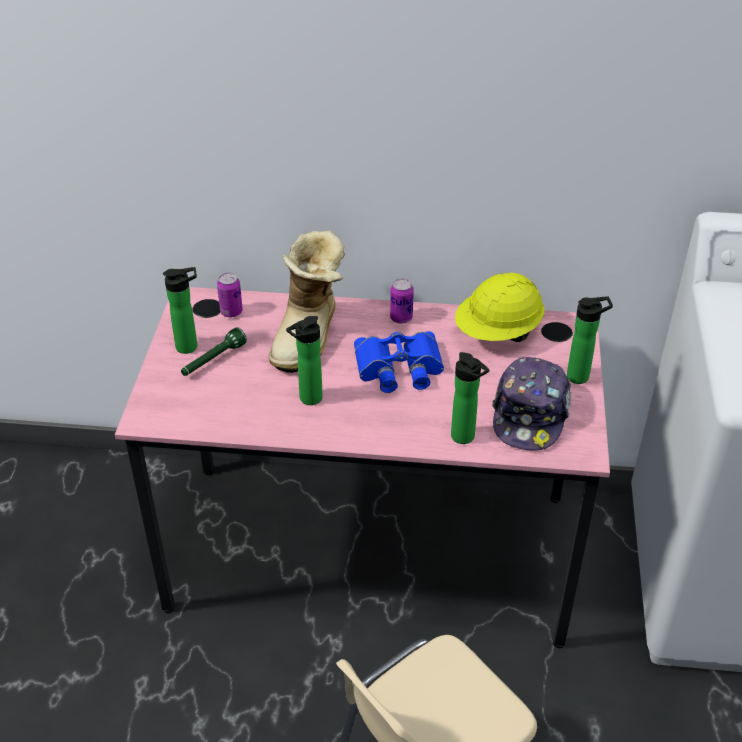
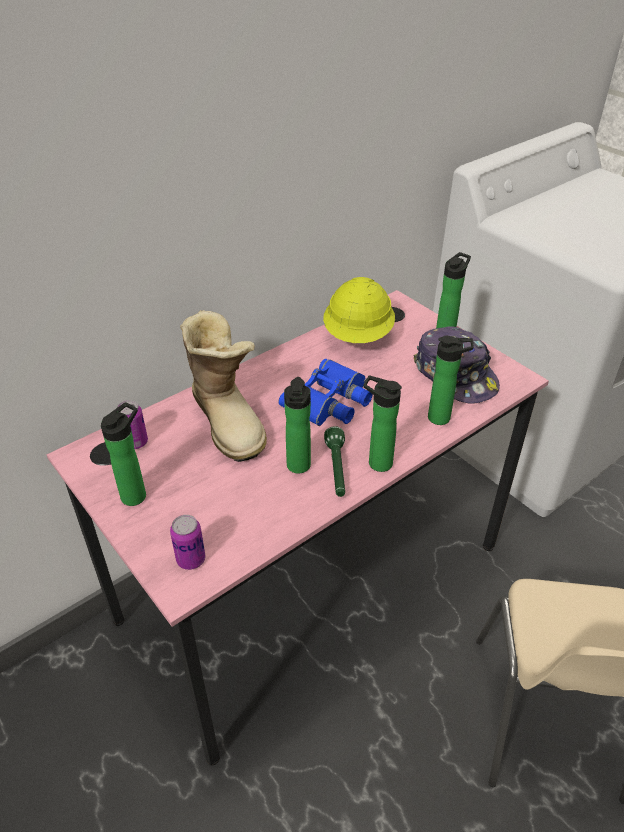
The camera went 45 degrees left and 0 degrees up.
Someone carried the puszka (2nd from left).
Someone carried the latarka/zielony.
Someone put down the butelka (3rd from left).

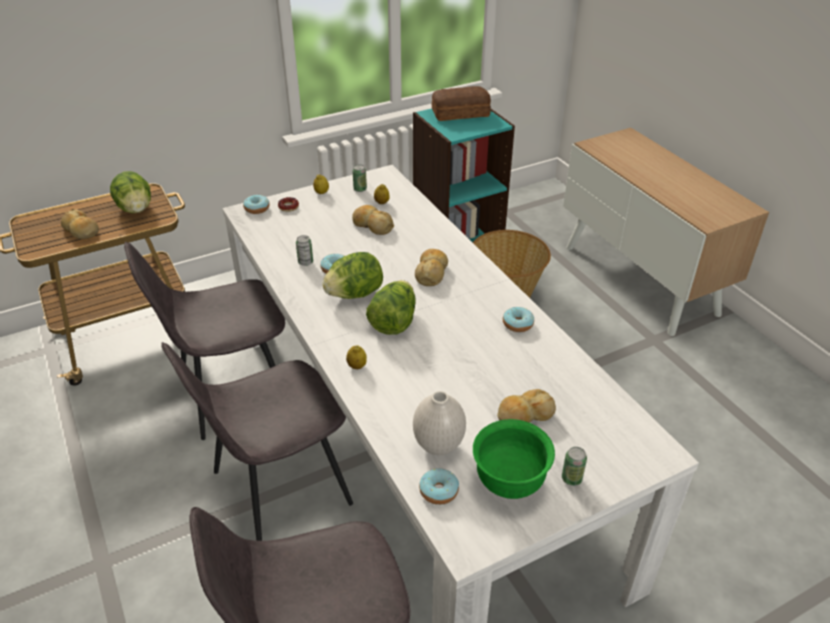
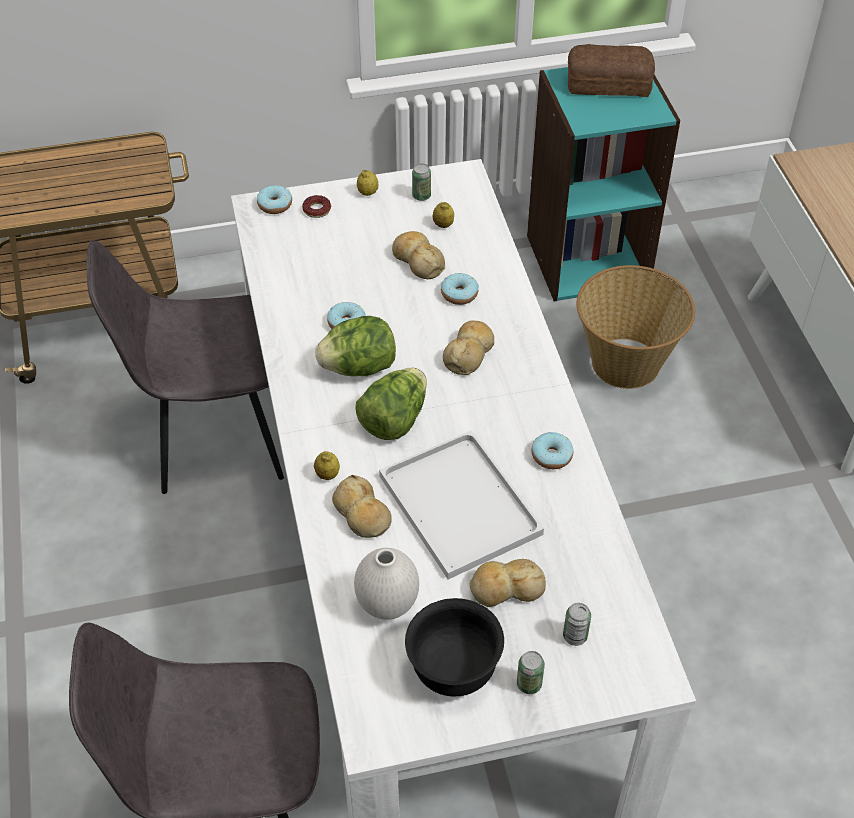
The camera went 15 degrees right and 10 degrees up.
Someone took away the sałata (1st from left).
Someone carried the chleb (1st from left).
Someone carried the puszka (1st from left in the first image).
Someone took away the krzesło/szary (2nd from left).
Someone repainted the miska/zielony, which became the miska/czarny.
Someone carried the donut (4th from left).
Someone put down the taca/biały.

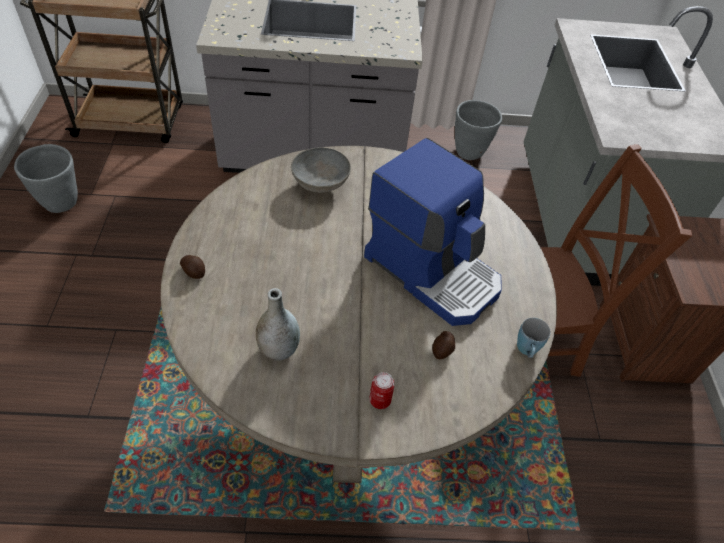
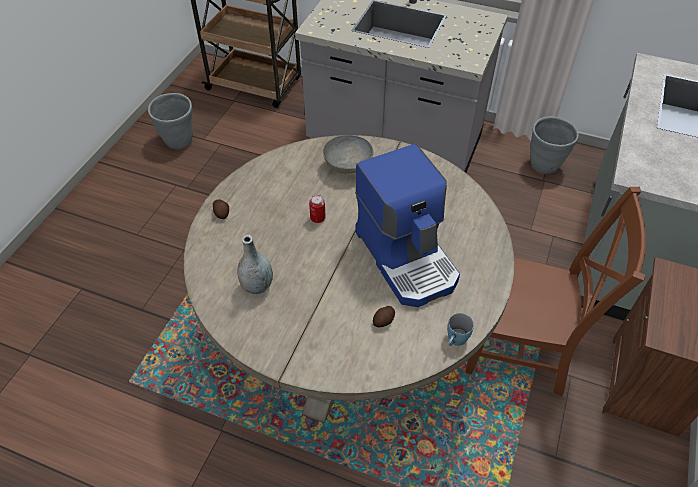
The camera went 25 degrees right and 0 degrees up.
Someone carried the puszka.

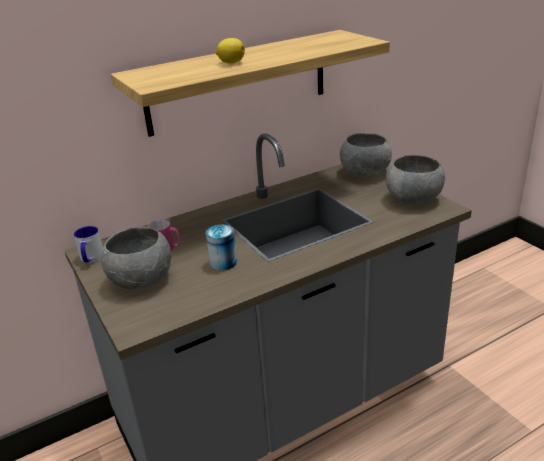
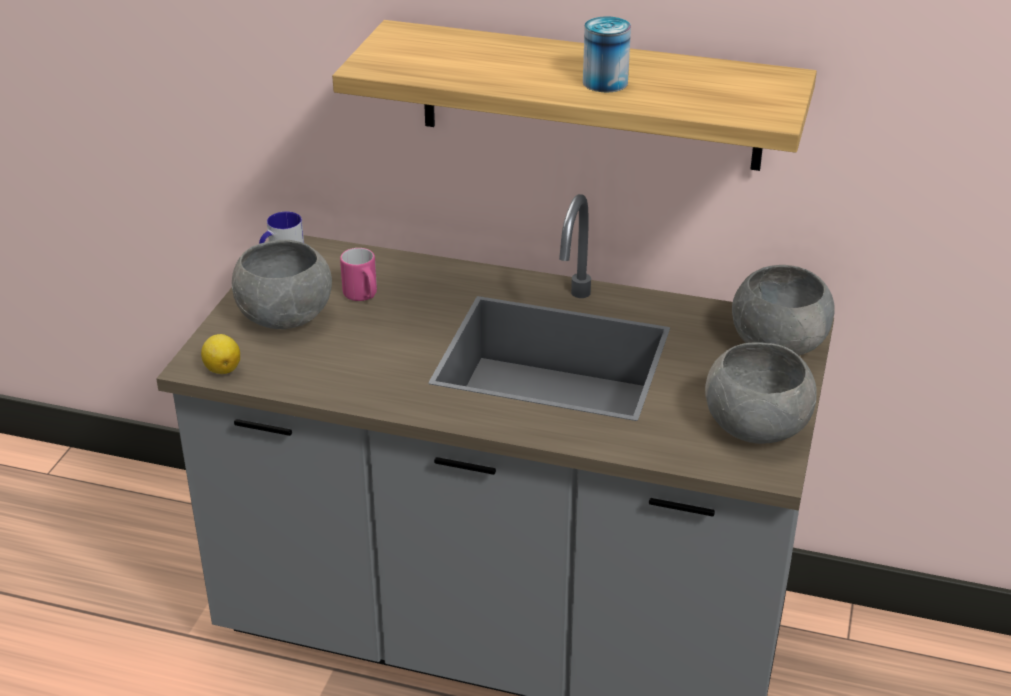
The camera went 45 degrees right and 5 degrees up.
Someone carried the cytryna.
Someone carried the puszka.

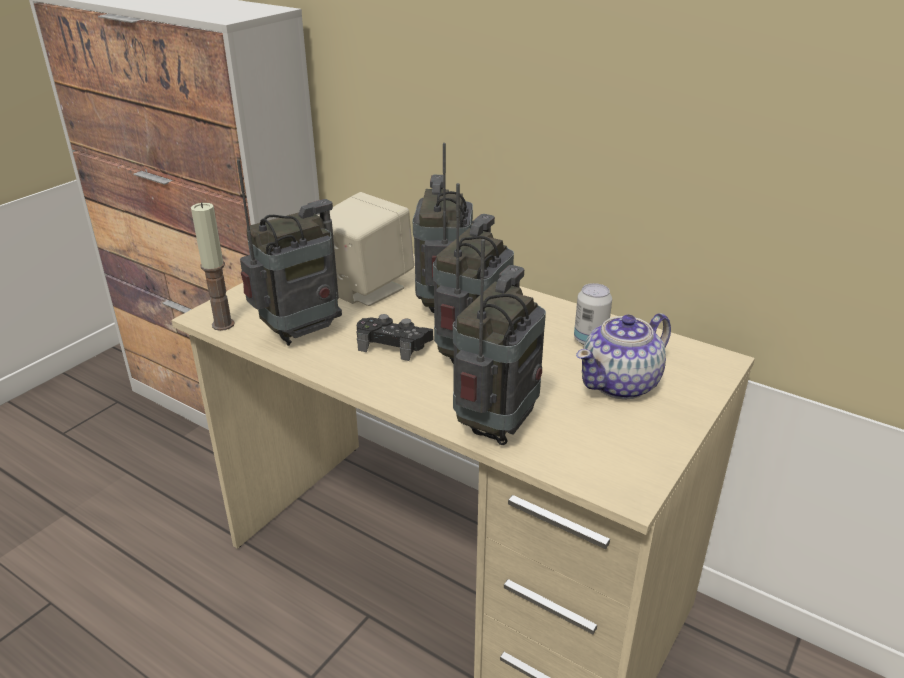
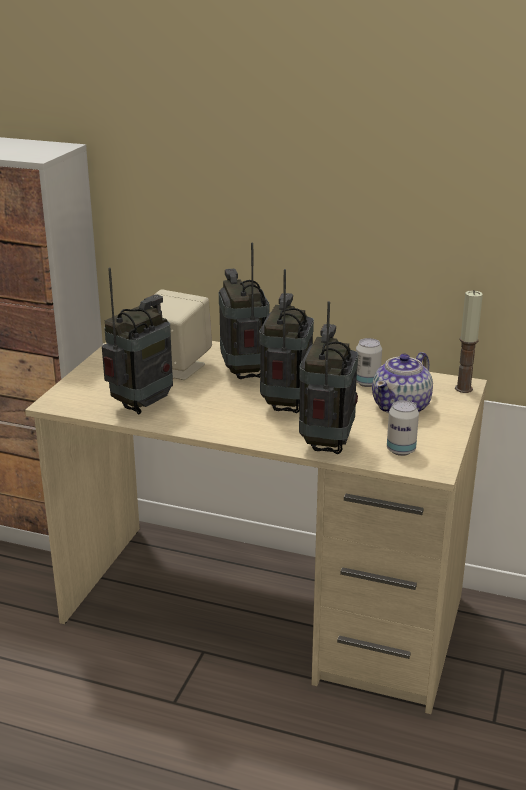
The camera went 15 degrees left and 5 degrees down.
Someone carried the świeca.
Someone took away the pad do gier/czarny.
Someone put down the puszka (2nd from left).

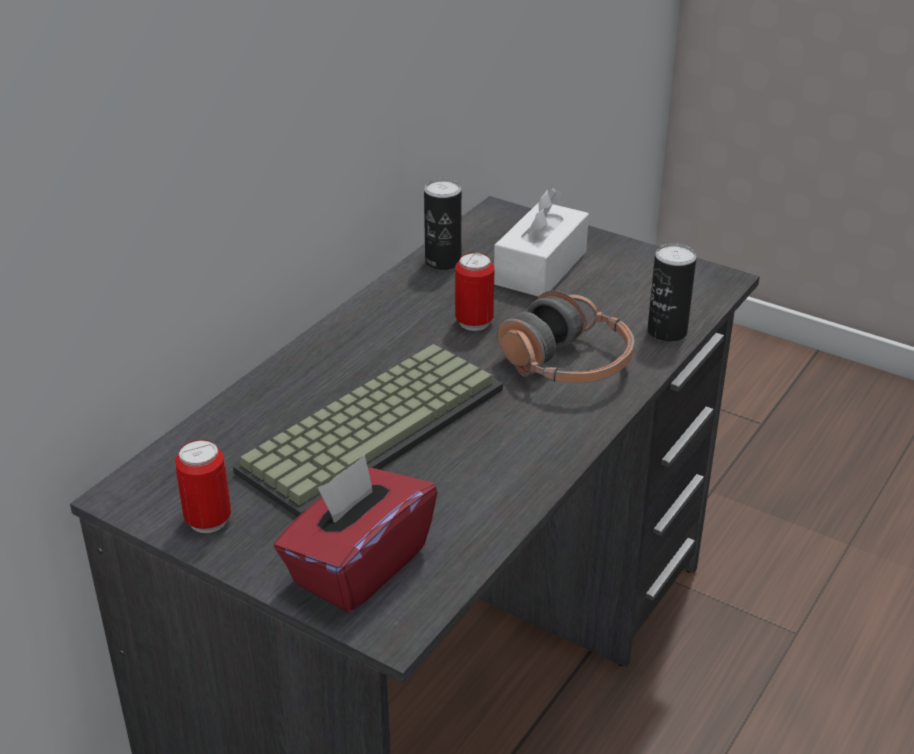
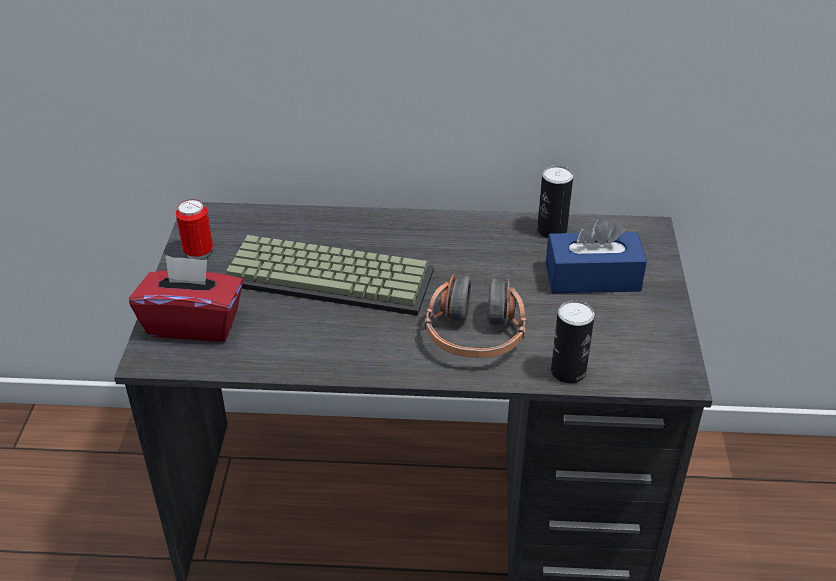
The camera went 60 degrees right and 5 degrees up.
Someone repainted the pudełko chusteczek/biały, which became the pudełko chusteczek/niebieski.
Someone took away the puszka (3rd from left).

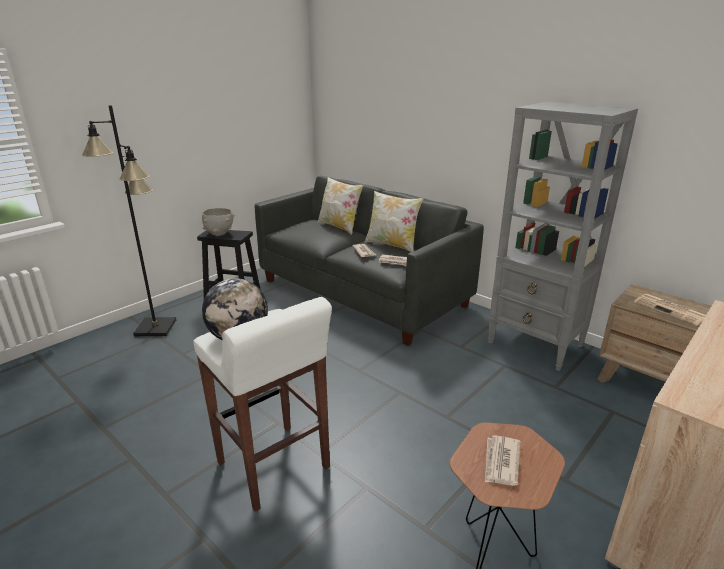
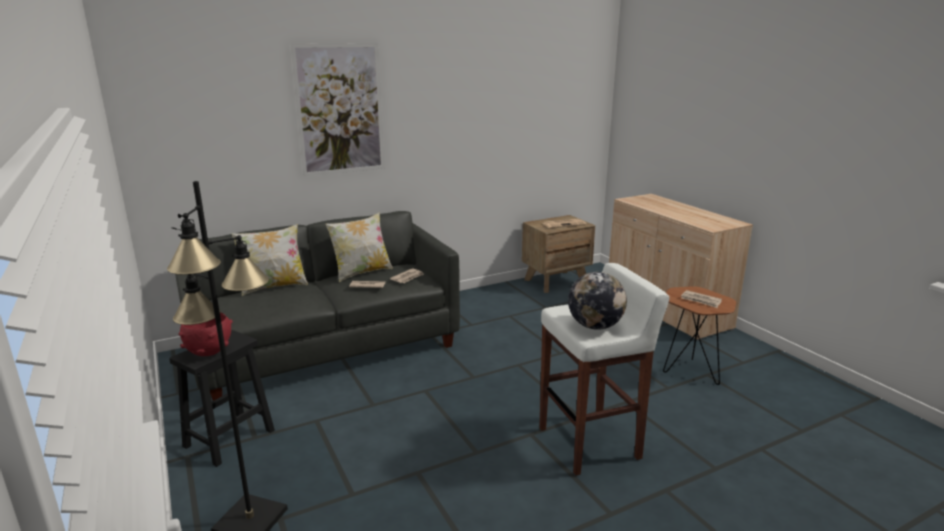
The camera went 70 degrees left and 5 degrees down.
Someone took away the regał/szary.
Someone repainted the miska/szary, which became the miska/czerwony.
Someone put up the obraz.

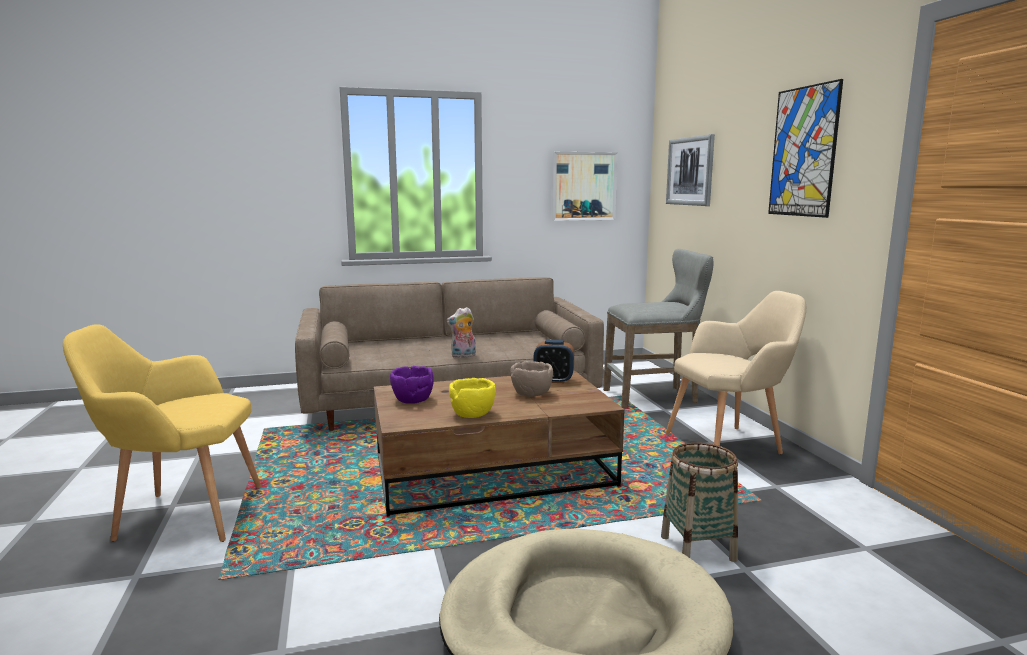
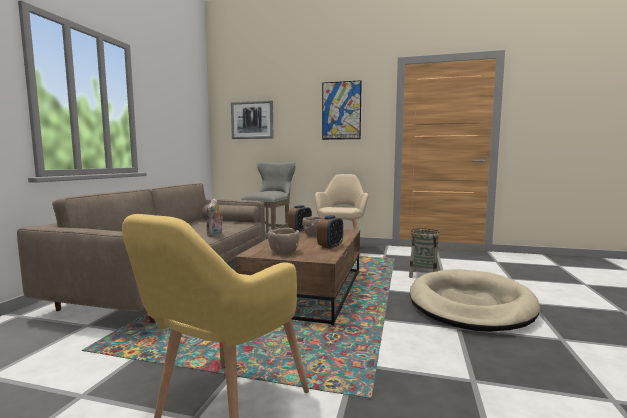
The camera went 60 degrees left and 5 degrees down.
Someone took away the obraz (1st from left).
Someone repainted the miska/fioletowy, which became the miska/brązowy (1st from left).
Someone swapped the miska/żółty for the budzik (2nd from left).

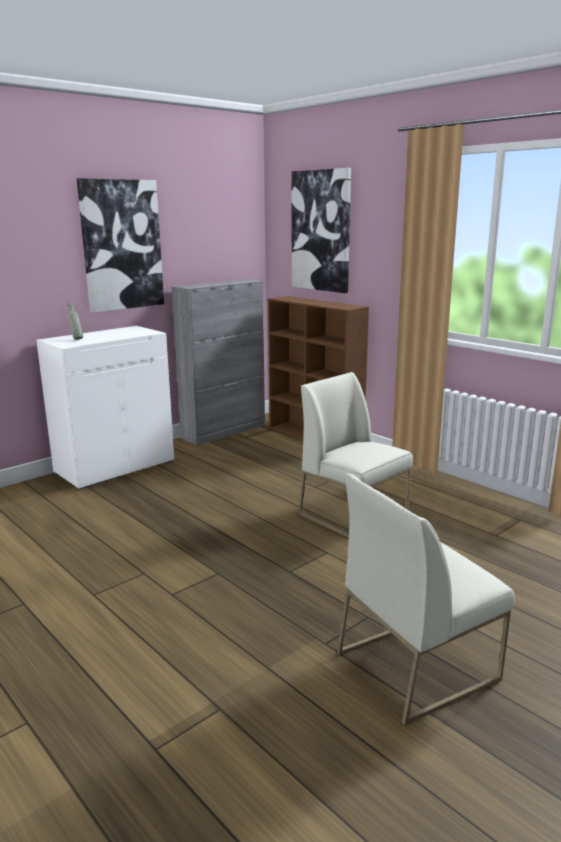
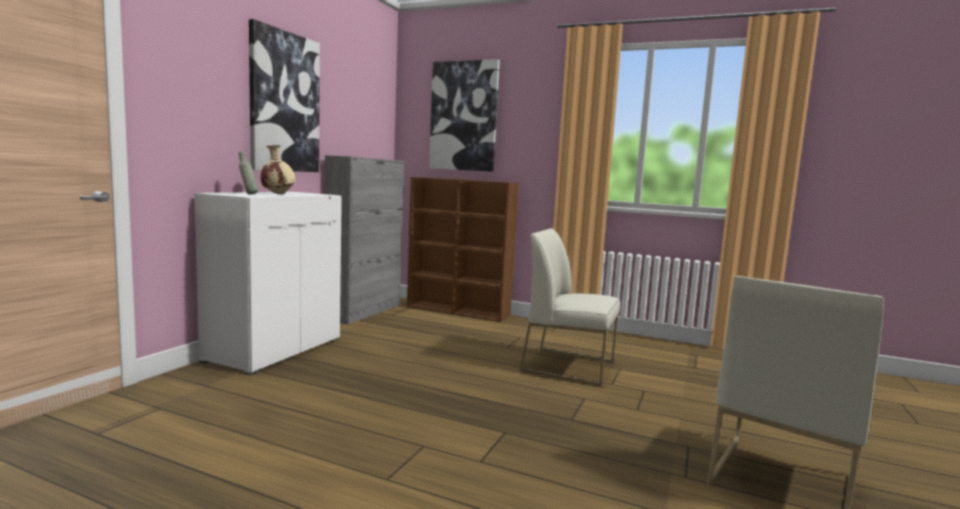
The camera went 25 degrees left and 10 degrees down.
Someone put down the wazon/beżowy.

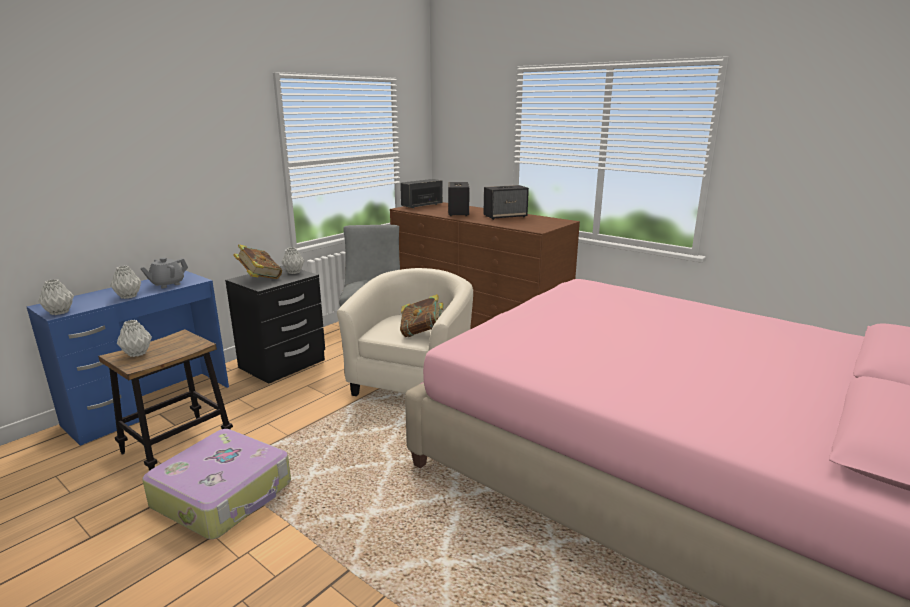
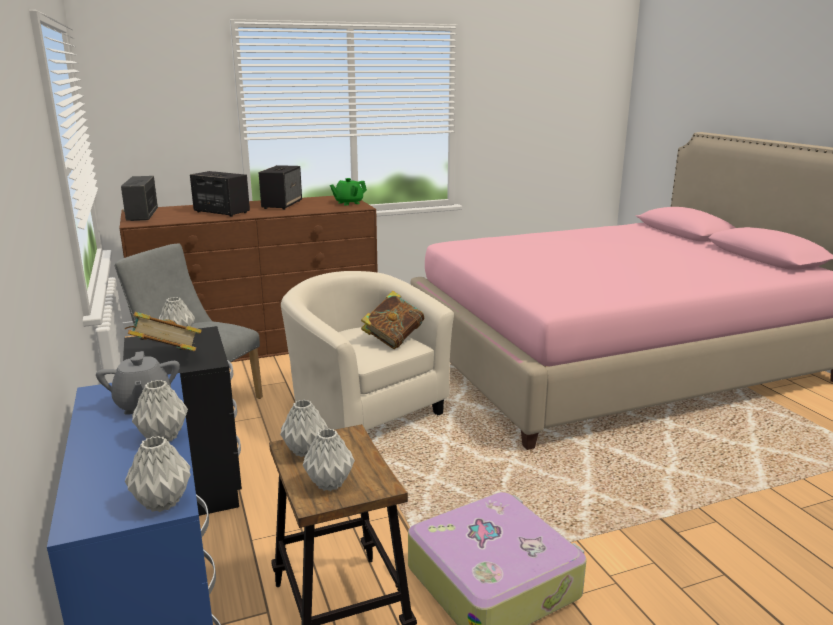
The camera went 60 degrees left and 0 degrees up.
Someone put down the imbryk/zielony.
Someone put down the wazon/szary (4th from left).

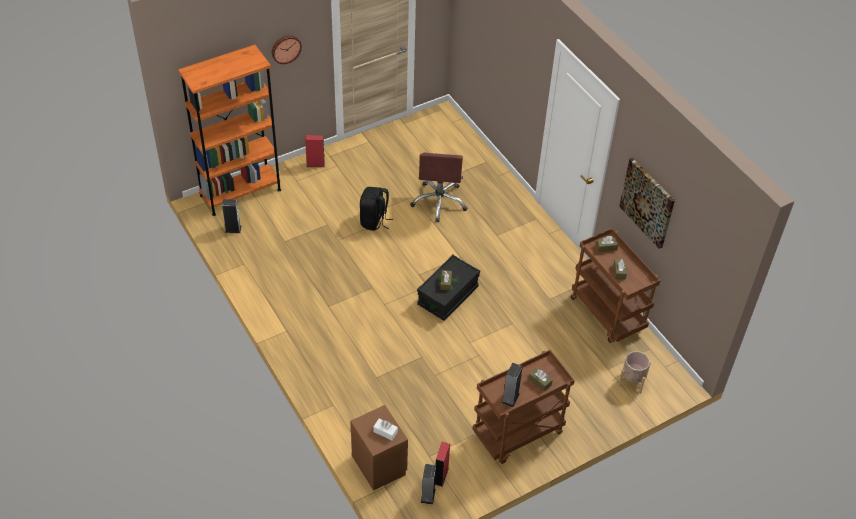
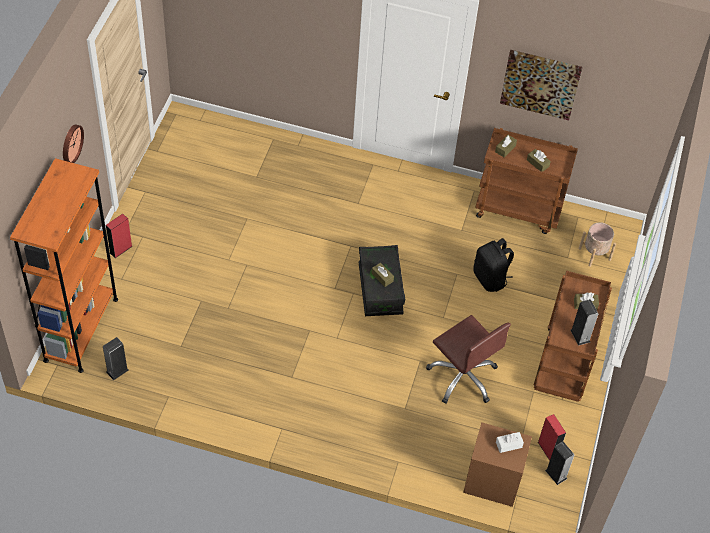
The camera went 45 degrees left and 5 degrees up.
Someone carried the krzesło biurowe/brązowy.
Someone carried the plecak/czarny.

